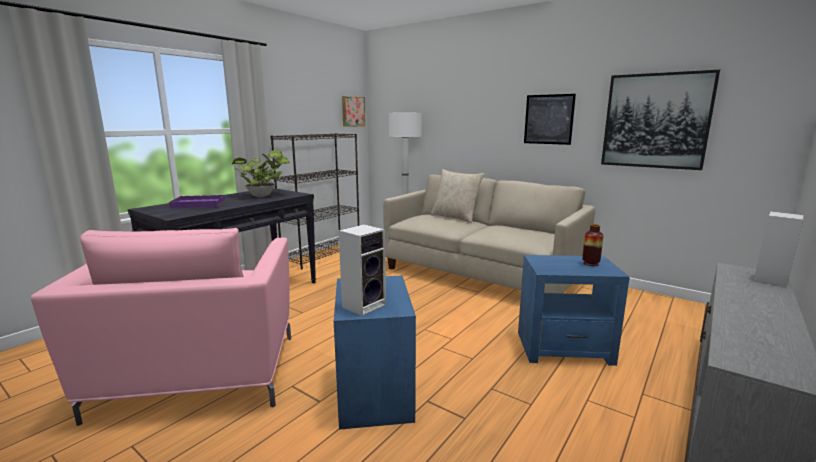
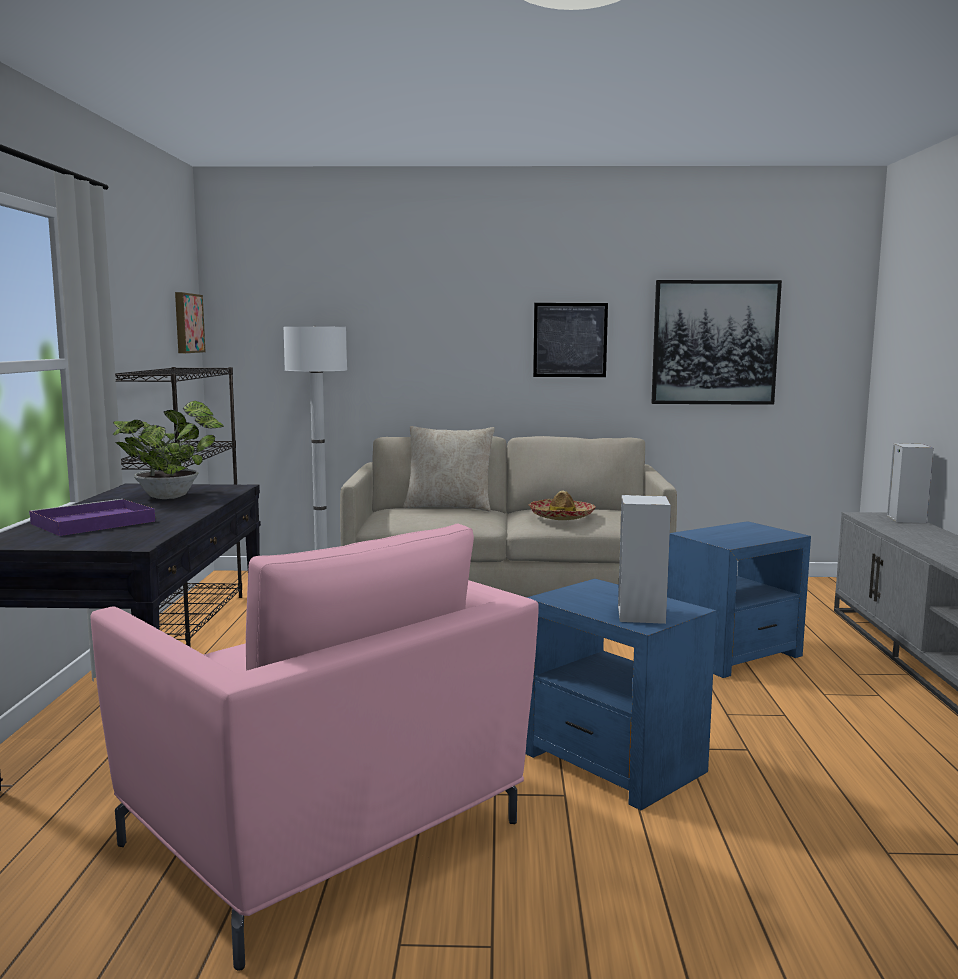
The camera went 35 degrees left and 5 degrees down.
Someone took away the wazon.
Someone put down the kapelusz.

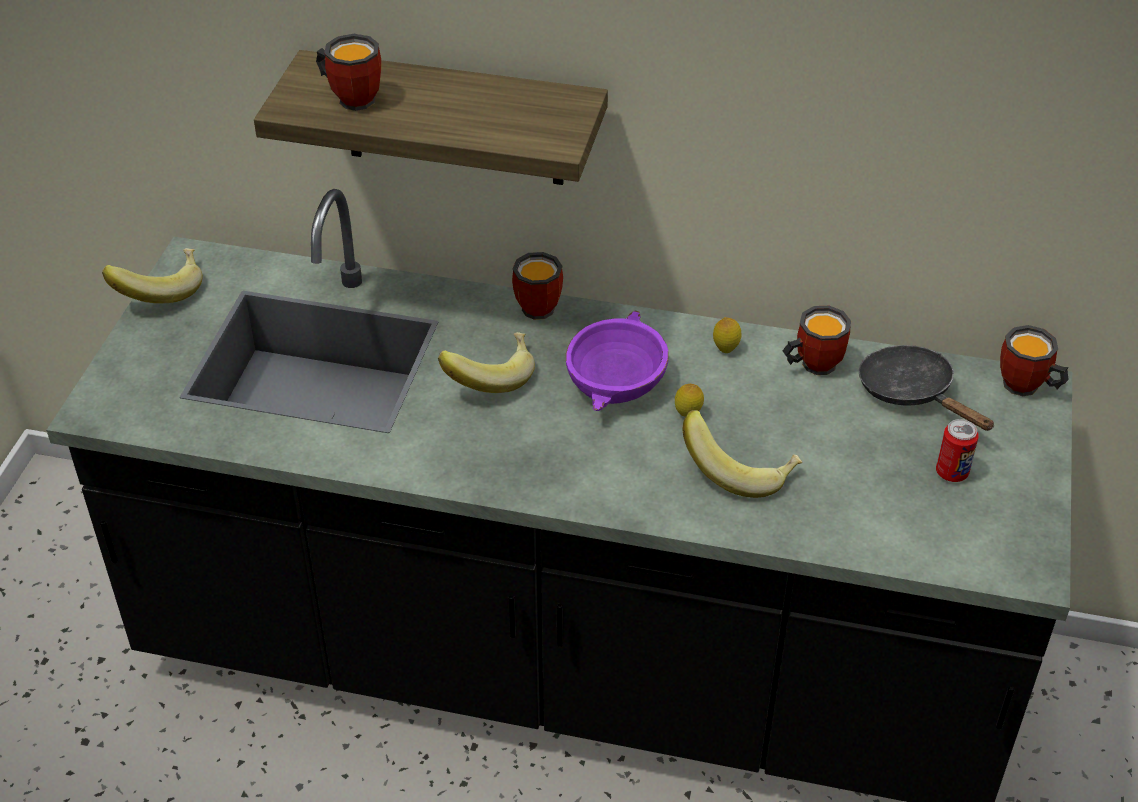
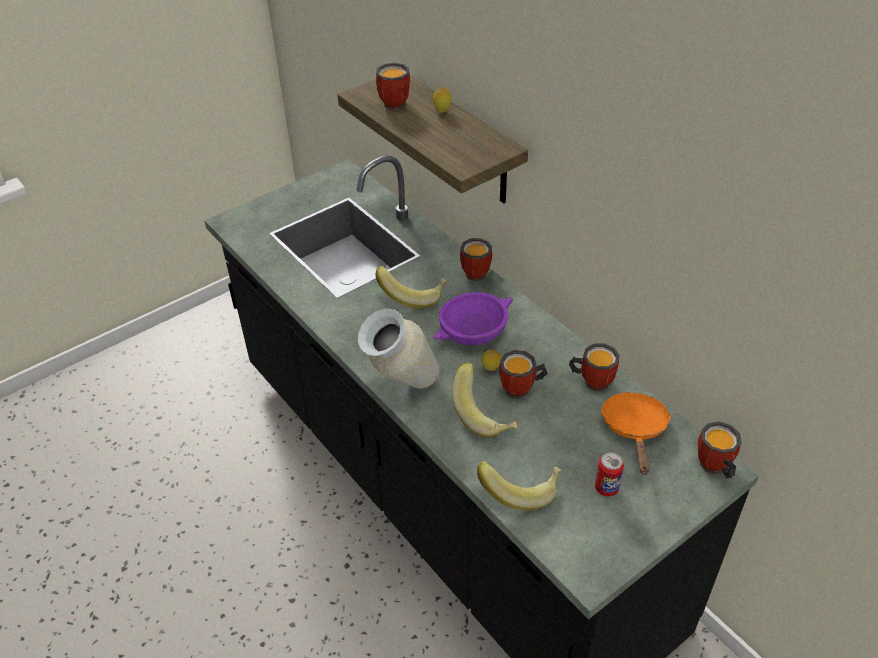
The camera went 40 degrees right and 0 degrees up.
Someone carried the banan (1st from left in the first image).
Someone carried the cytryna (2nd from left in the first image).
Someone repainted the patelnia/czarny, which became the patelnia/pomarańczowy.
Someone put down the wazon.
Someone put down the kubek (3rd from left).

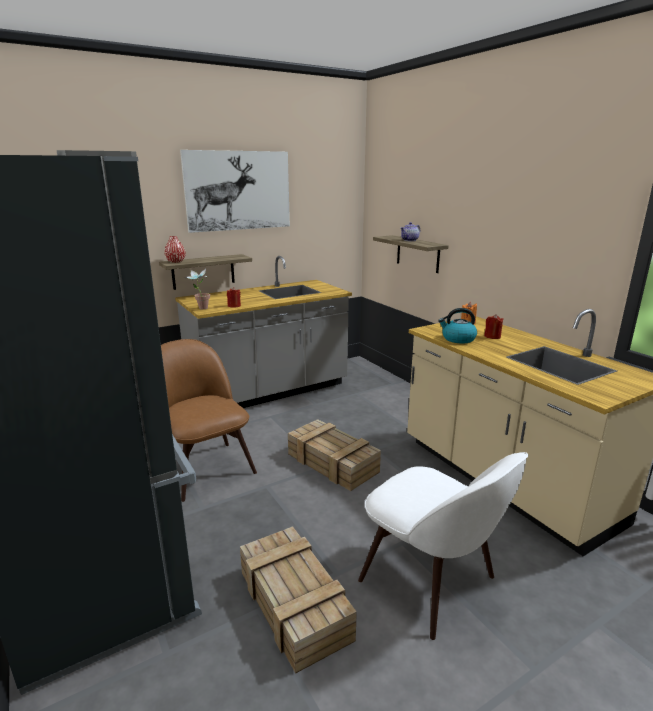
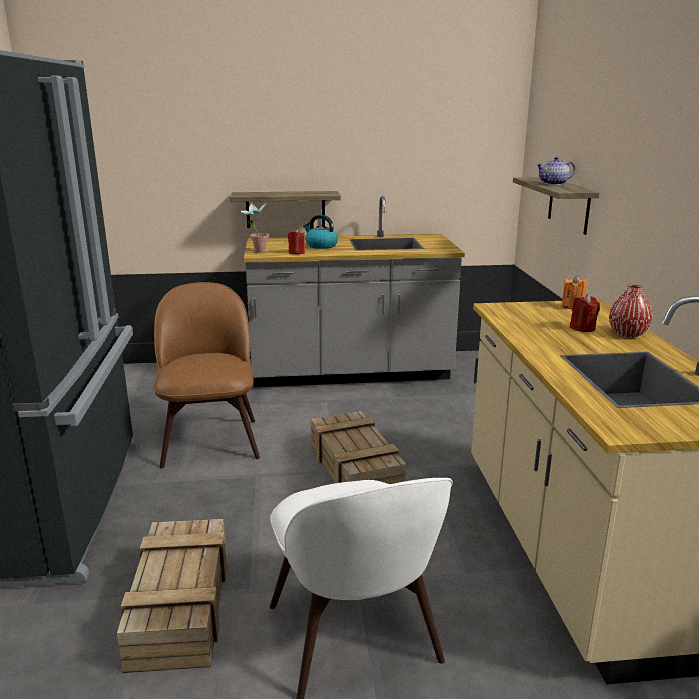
The camera went 25 degrees right and 0 degrees up.
Someone took away the obraz.
Someone carried the wazon/czerwony.
Someone carried the czajnik.

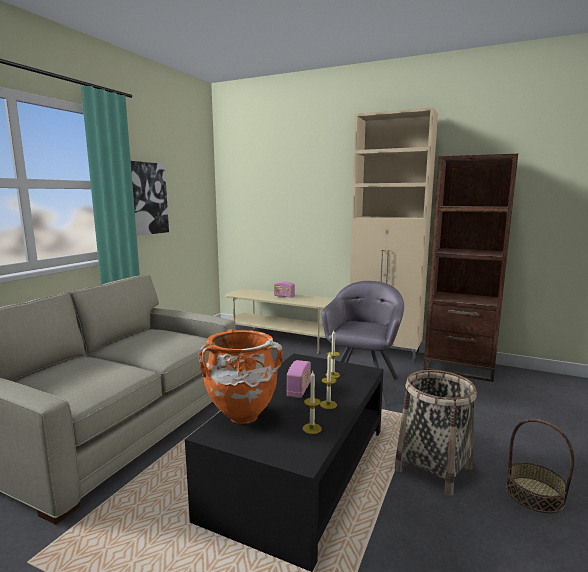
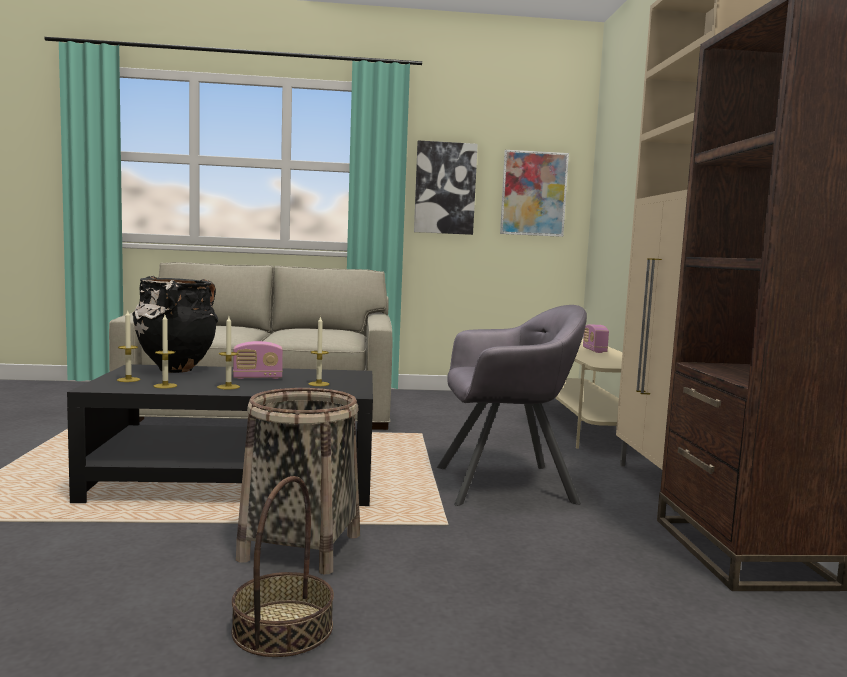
The camera went 60 degrees right and 5 degrees down.
Someone repainted the wazon/pomarańczowy, which became the wazon/czarny.
Someone put up the obraz (2nd from left).
Someone put down the świeca (1st from left).

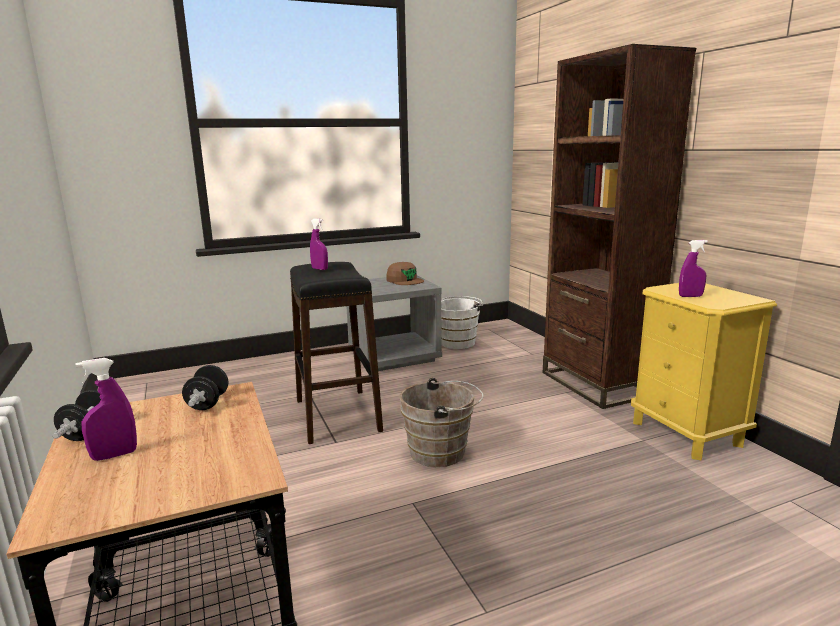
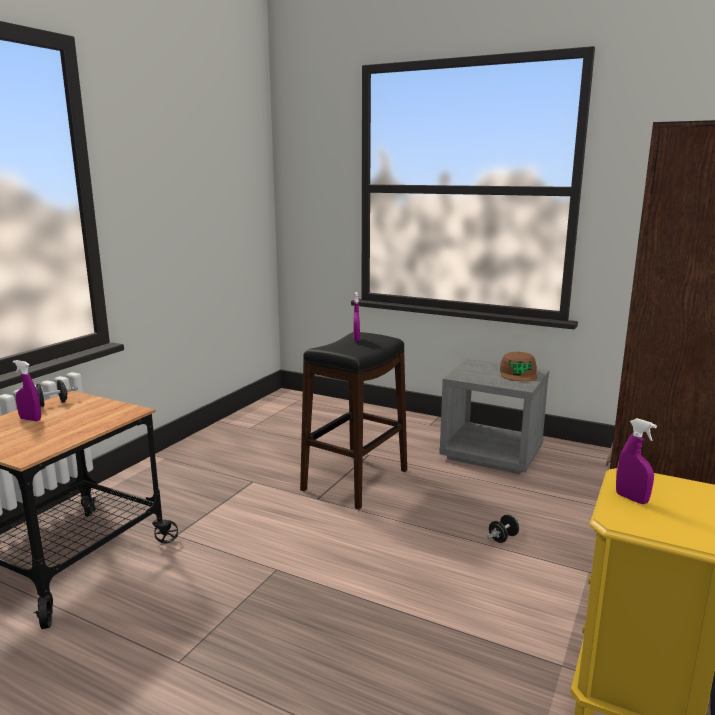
The camera went 50 degrees right and 0 degrees up.
Someone took away the wiadro/biały.
Someone carried the hantel/czarny (2nd from left).
Someone took away the wiadro/brązowy.

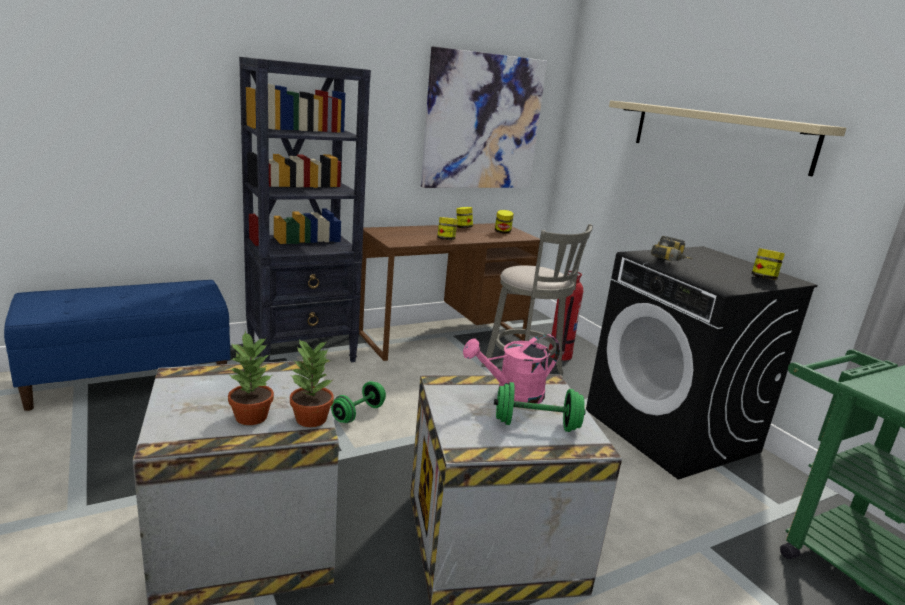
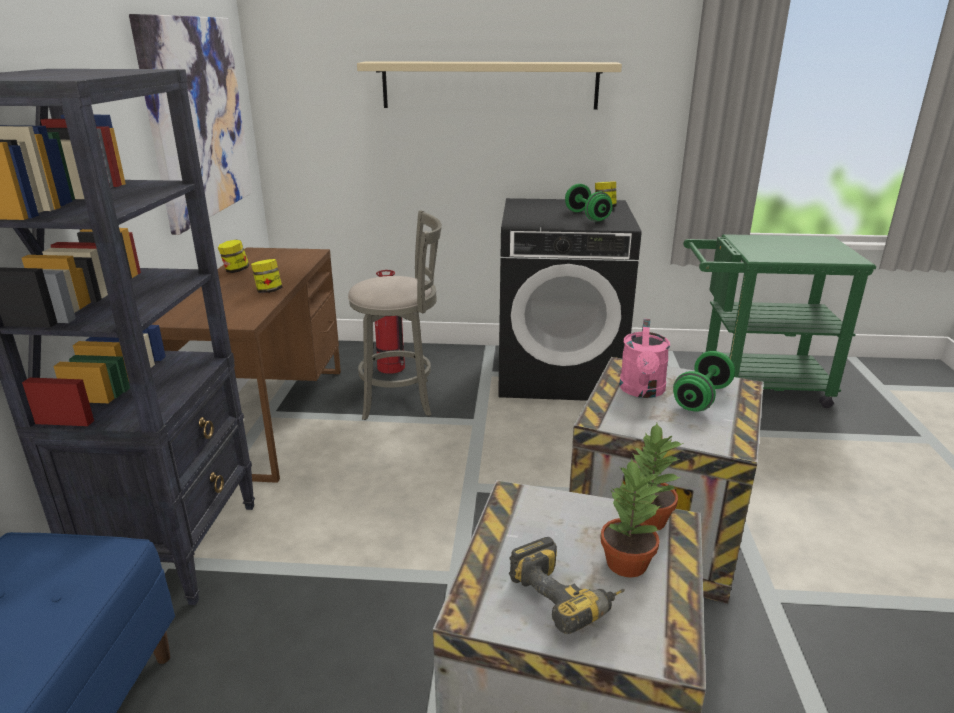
The camera went 55 degrees left and 5 degrees up.
Someone took away the słoik (3rd from left).
Someone carried the wiertarka.
Someone carried the hantel/zielony (1st from left).

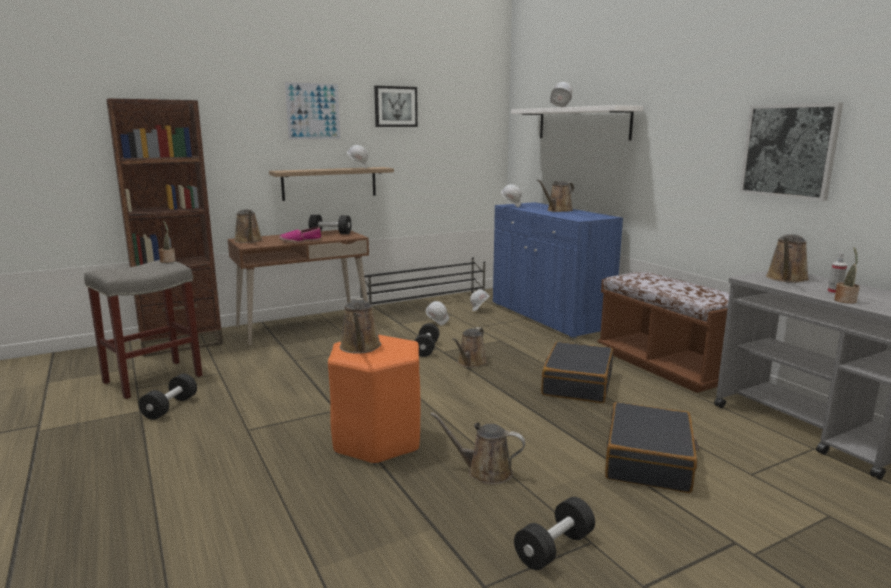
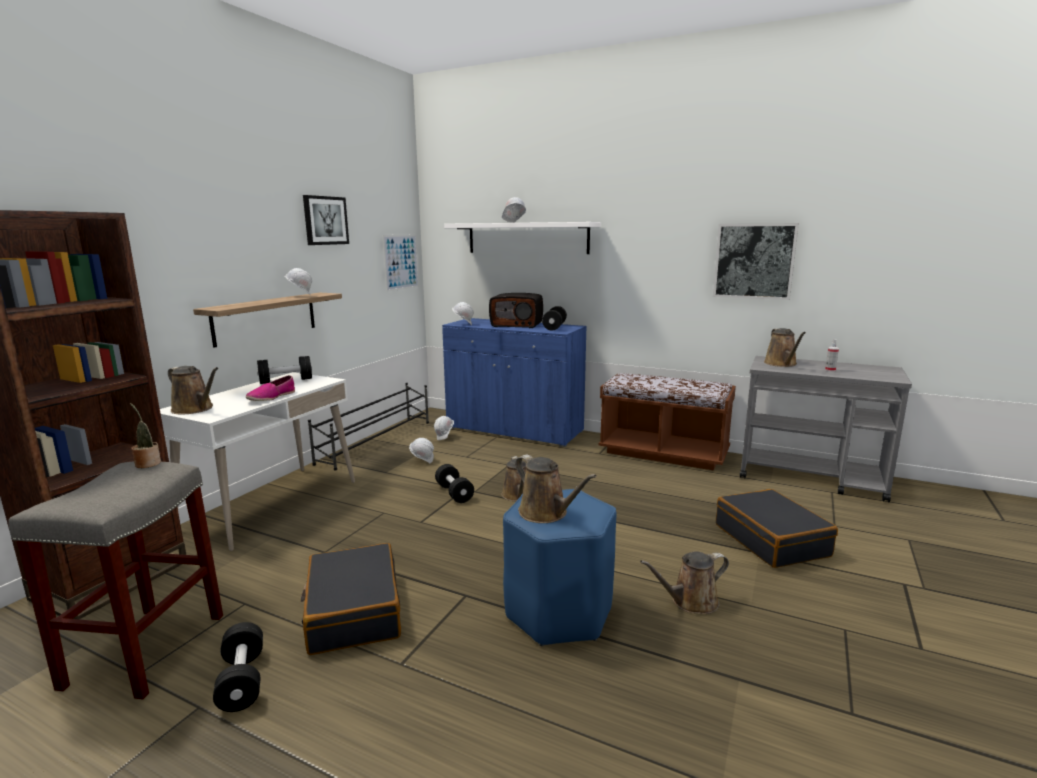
The camera went 35 degrees left and 0 degrees up.
Someone carried the obraz (1st from left in the first image).
Someone swapped the konewka/brązowy (5th from left) for the radio.
Someone repainted the biurko/brązowy, which became the biurko/biały.
Someone took away the roślina doniczkowa (2nd from left).
Someone repainted the stołek/pomarańczowy, which became the stołek/niebieski.
Someone carried the walizka/czarny (1st from left).
Someone carried the hantel/czarny (4th from left).

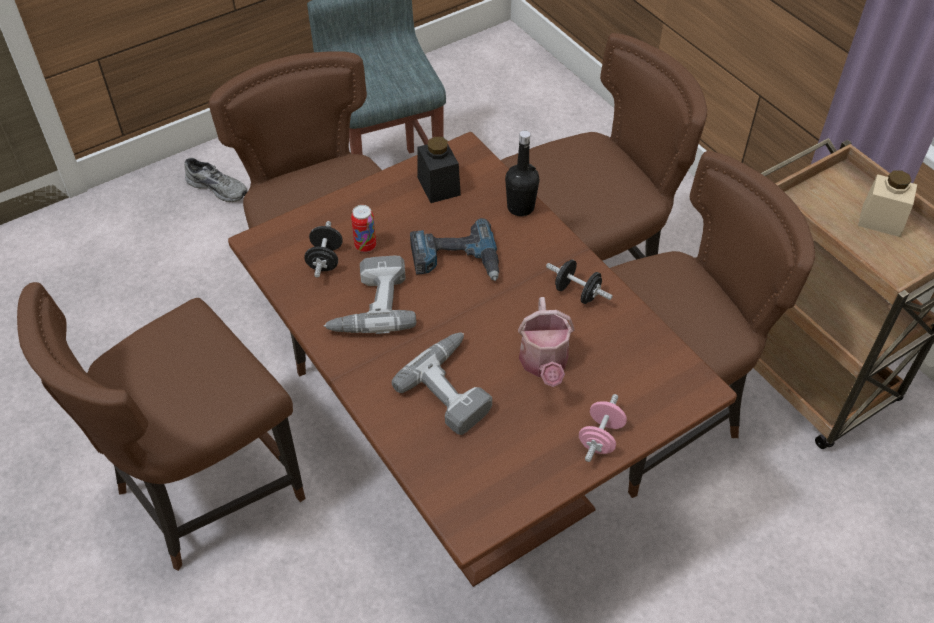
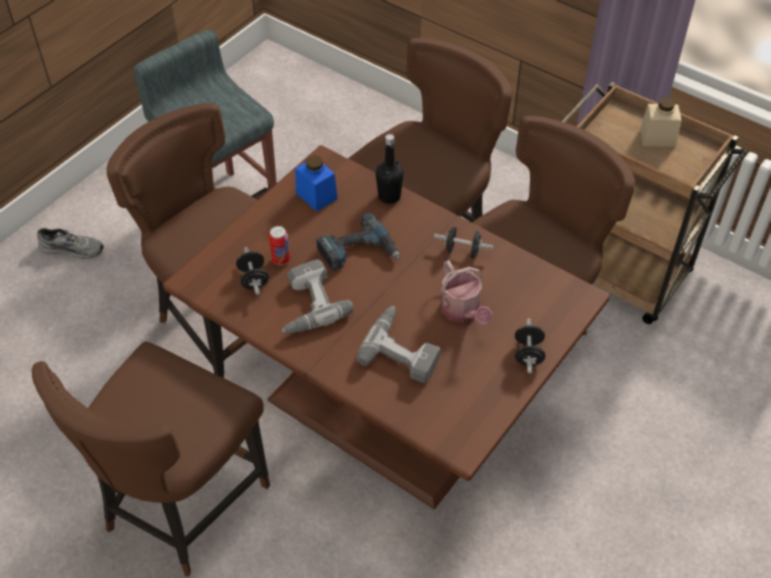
The camera went 20 degrees left and 0 degrees up.
Someone repainted the słoik/czarny, which became the słoik/niebieski.
Someone repainted the hantel/różowy, which became the hantel/czarny (3rd from left).

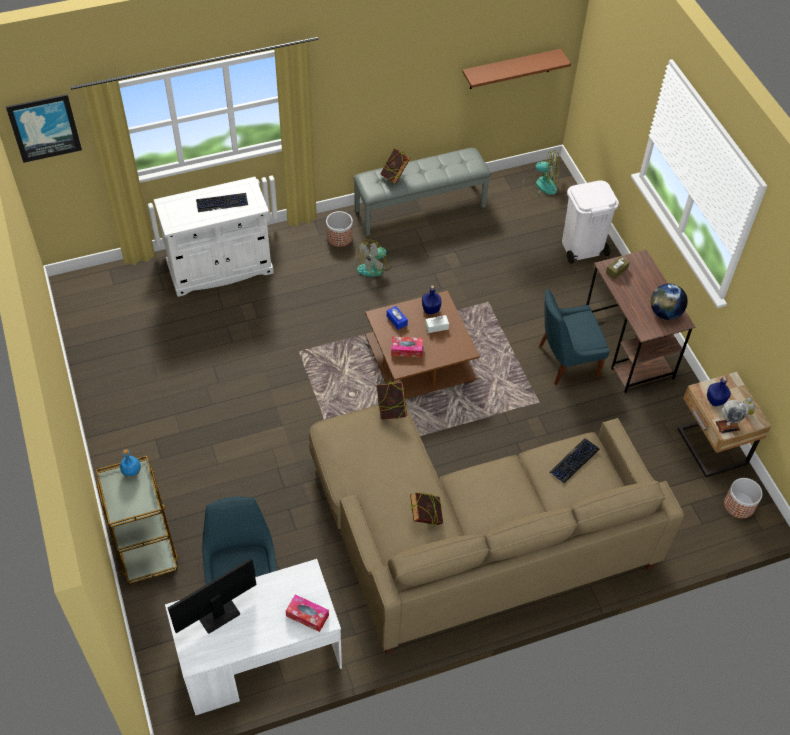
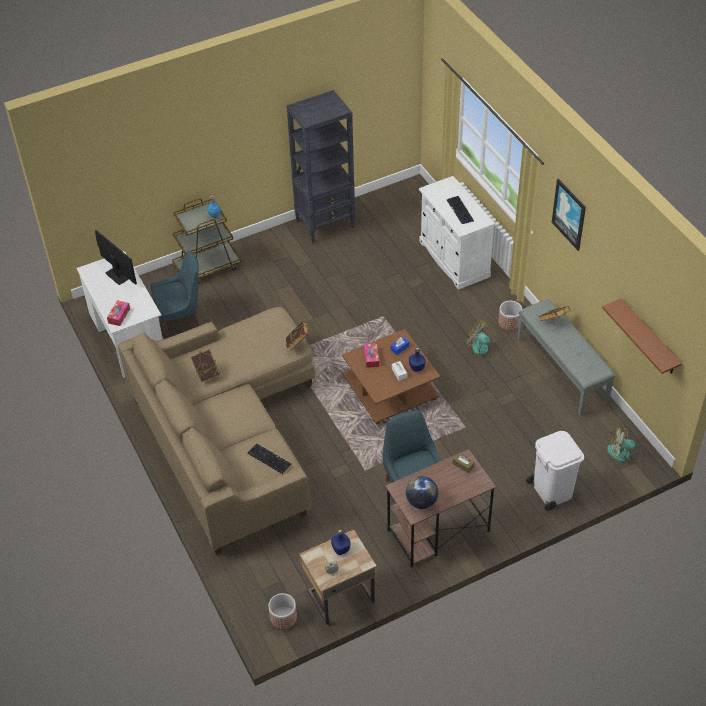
The camera went 85 degrees right and 5 degrees down.
Someone carried the obraz.
Someone rotated the wentylator (2nd from left) by 90 degrees clockwise.
Someone took away the globus (2nd from left).
Someone put down the regał/czarny.

